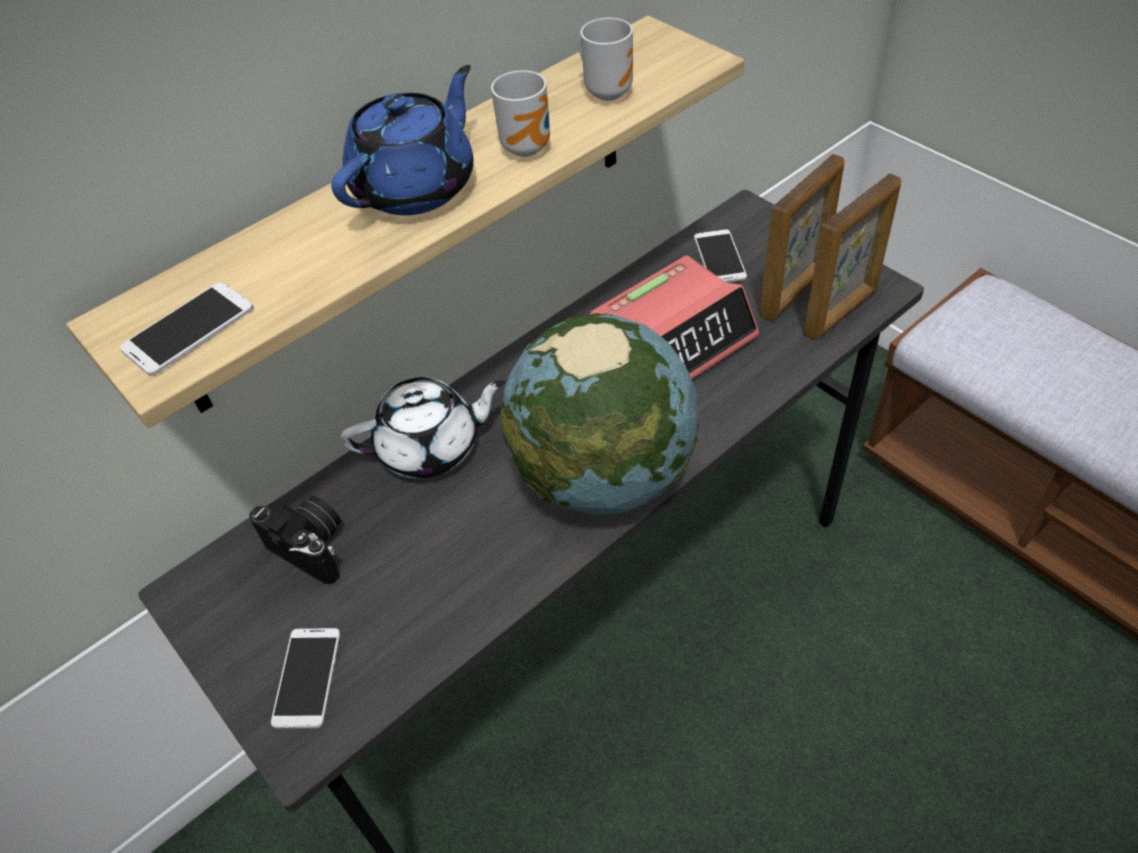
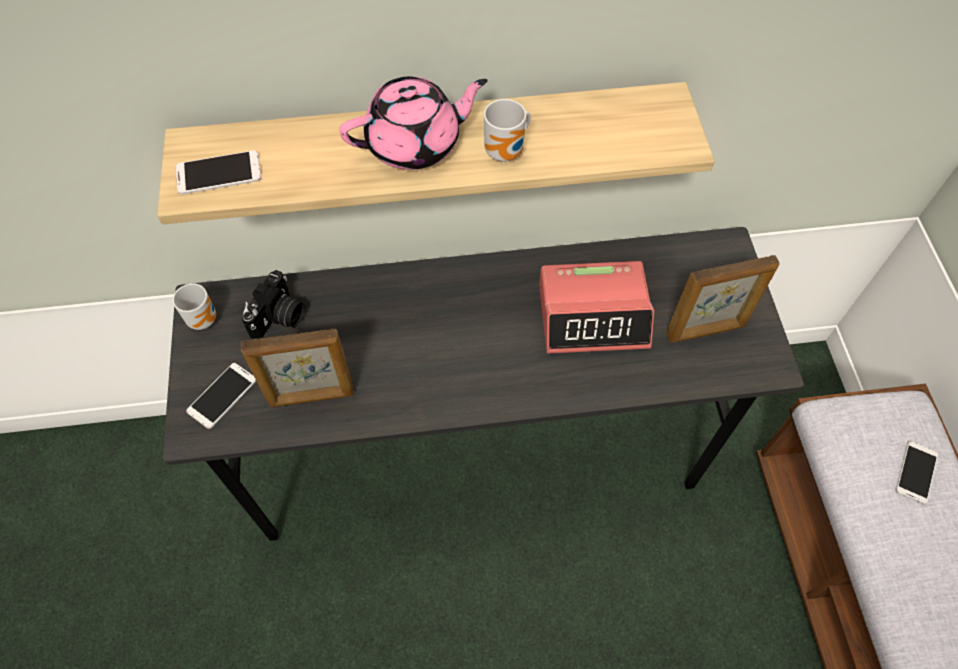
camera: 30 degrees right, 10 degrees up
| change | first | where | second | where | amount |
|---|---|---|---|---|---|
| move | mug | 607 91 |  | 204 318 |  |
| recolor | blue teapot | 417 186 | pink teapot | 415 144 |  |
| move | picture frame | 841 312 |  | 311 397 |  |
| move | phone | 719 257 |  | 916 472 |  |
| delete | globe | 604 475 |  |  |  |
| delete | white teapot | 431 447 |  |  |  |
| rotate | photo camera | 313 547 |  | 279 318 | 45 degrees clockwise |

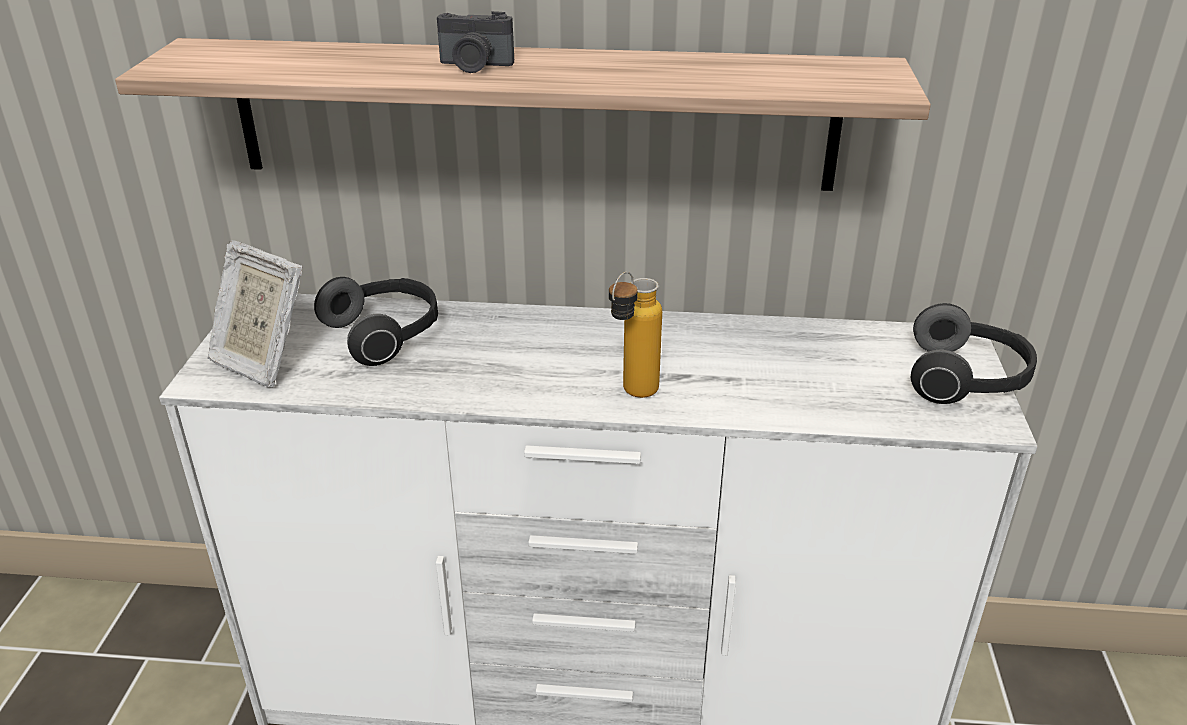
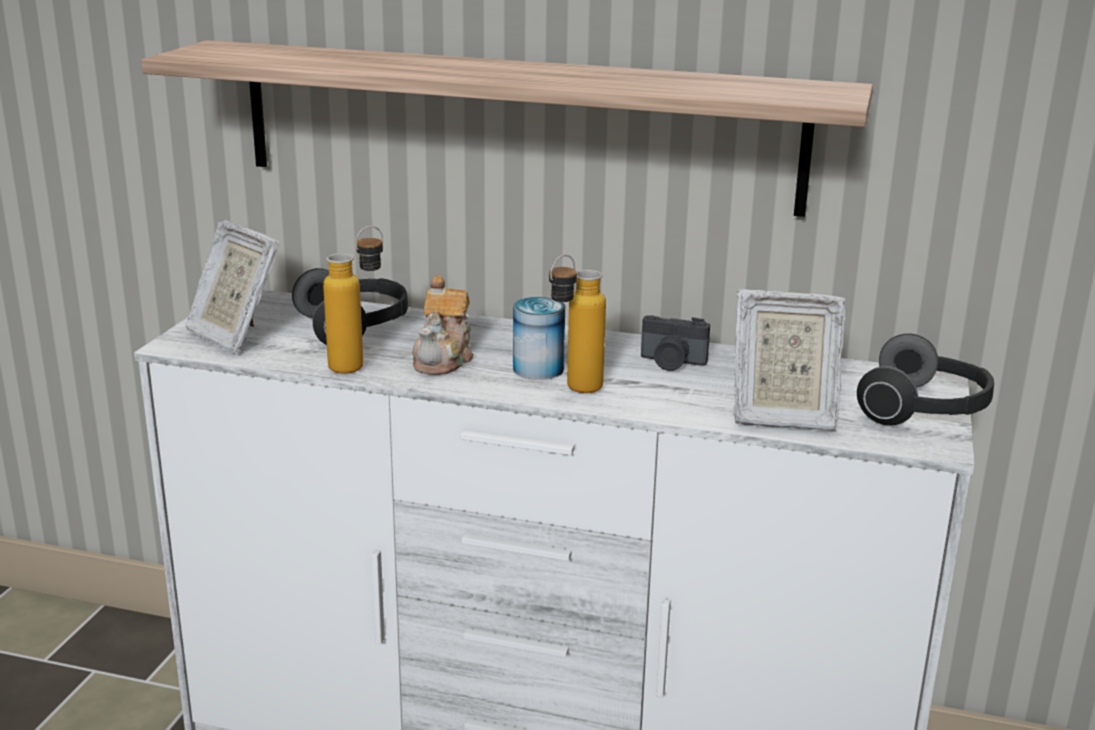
camera: 10 degrees right, 10 degrees down
| change | first | where | second | where | amount |
|---|---|---|---|---|---|
| move | photo camera | 474 66 |  | 671 363 |  |
| insert |  |  | bottle | 359 364 |  |
| insert |  |  | teapot | 444 359 |  |
| insert |  |  | picture frame | 781 416 |  |
| insert |  |  | can | 538 369 |  |

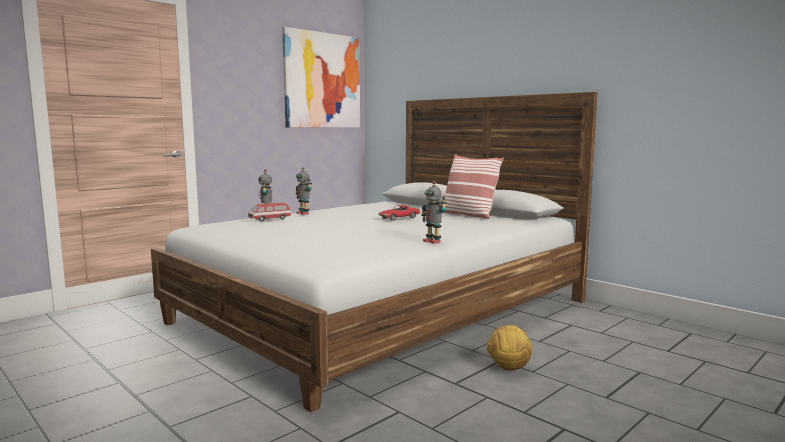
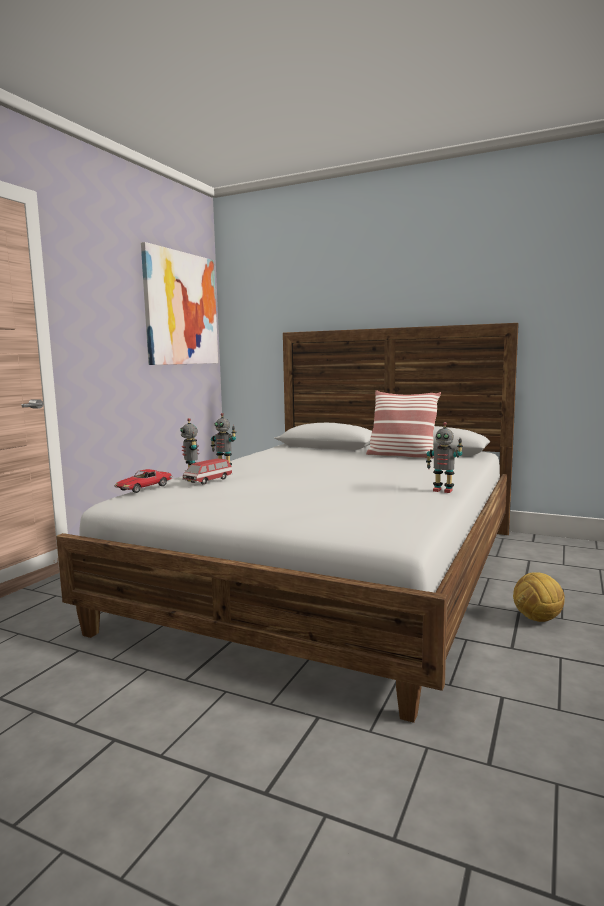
camera: 20 degrees left, 0 degrees up
| change | first | where | second | where | amount |
|---|---|---|---|---|---|
| move | toy car | 398 218 |  | 143 488 |  |

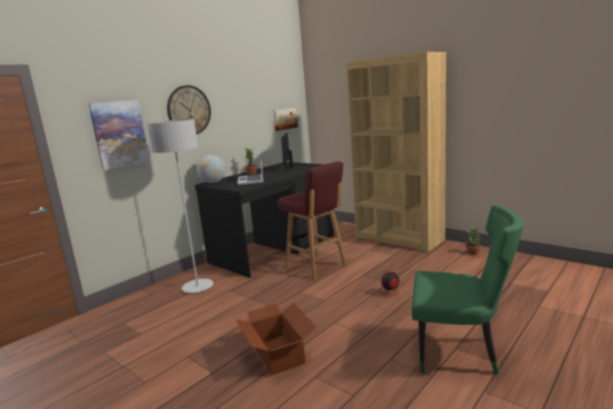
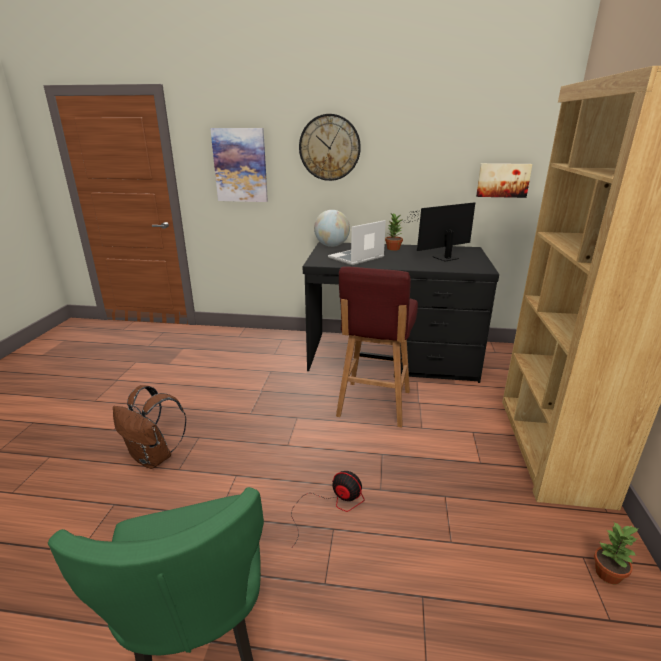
camera: 55 degrees right, 10 degrees up
| change | first | where | second | where | amount |
|---|---|---|---|---|---|
| delete | grey floor lamp | 197 287 |  |  |  |
| replace | cardboard box | 278 353 | brown backpack | 154 457 |  |

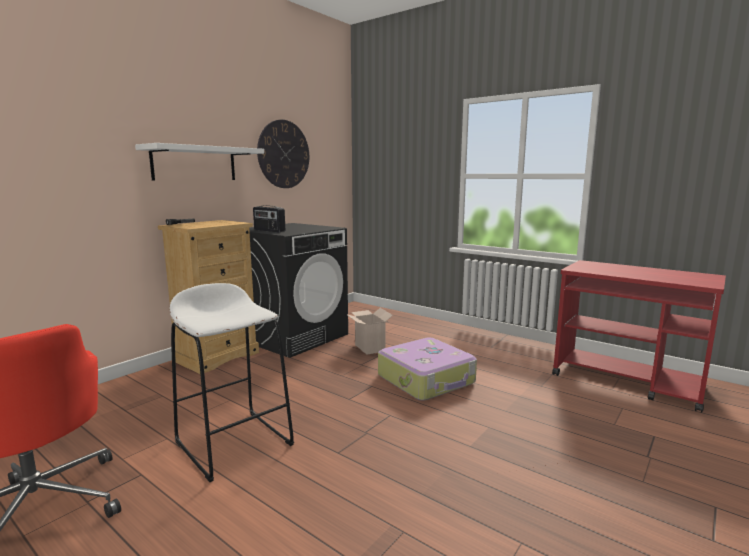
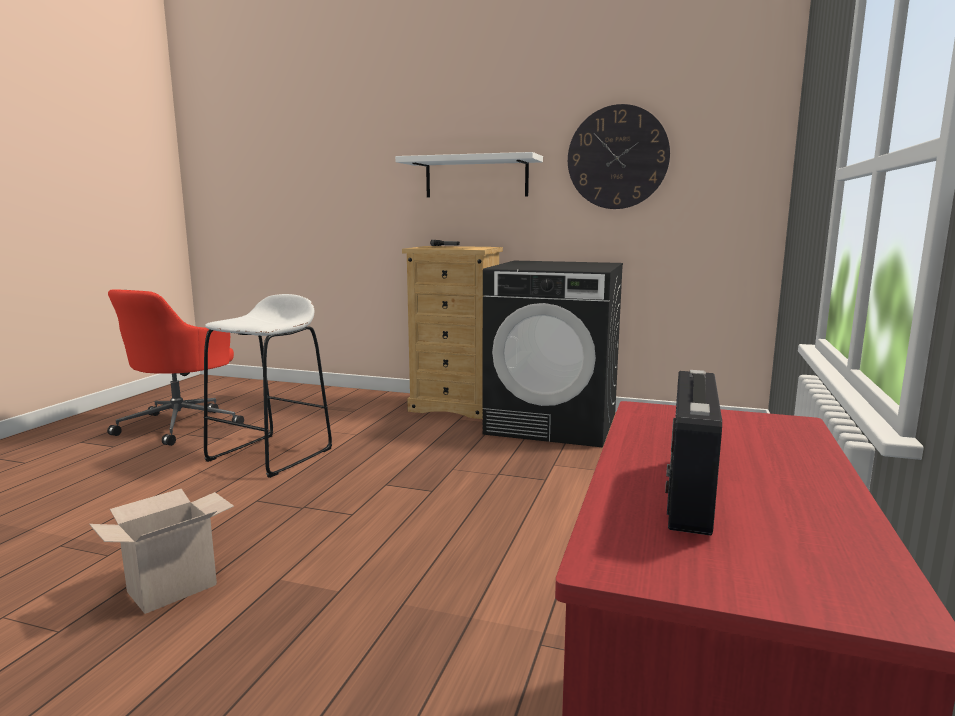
camera: 70 degrees right, 0 degrees up
| change | first | where | second | where | amount |
|---|---|---|---|---|---|
| move | radio | 269 230 |  | 687 494 |  |
| move | cardboard box | 368 348 |  | 174 587 |  |
| delete | suitcase | 427 379 |  |  |  |

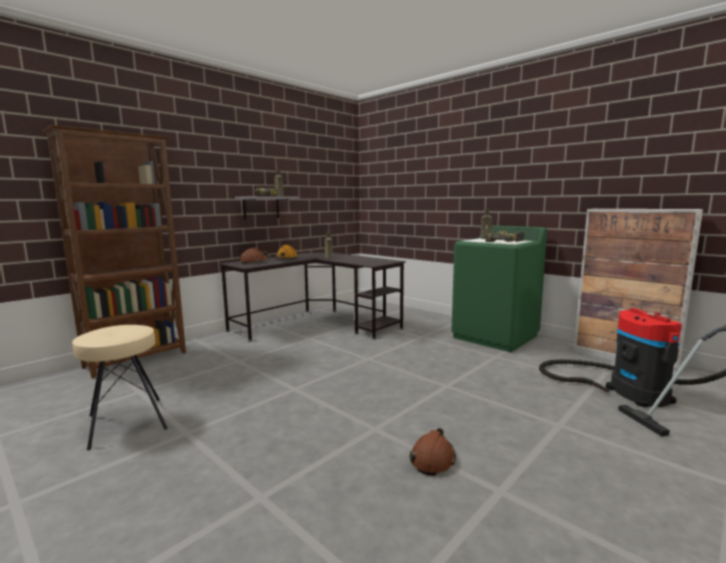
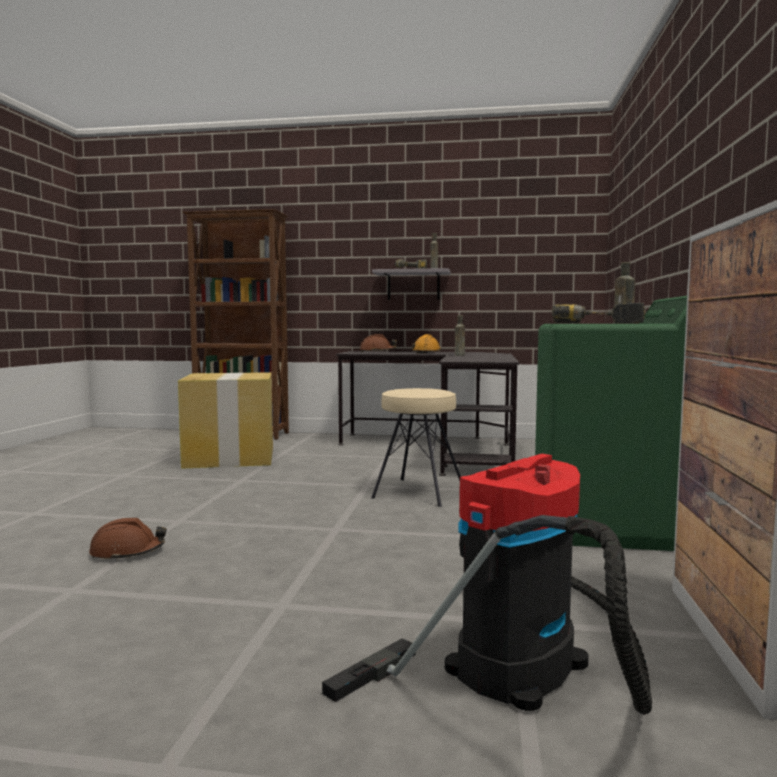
camera: 55 degrees right, 5 degrees down
| change | first | where | second | where | amount |
|---|---|---|---|---|---|
| move | beige stool | 126 422 |  | 418 492 |  |
| insert |  |  | cardboard box | 230 457 |  |

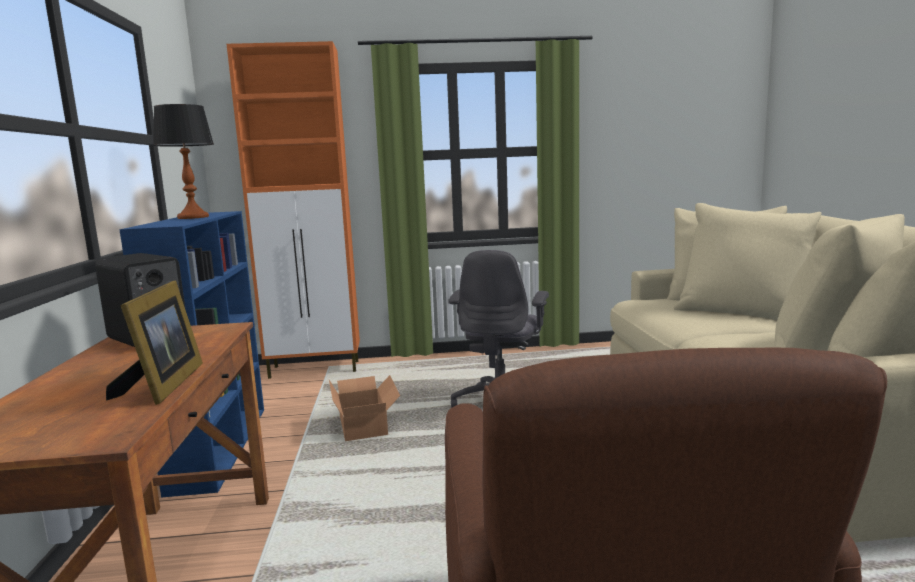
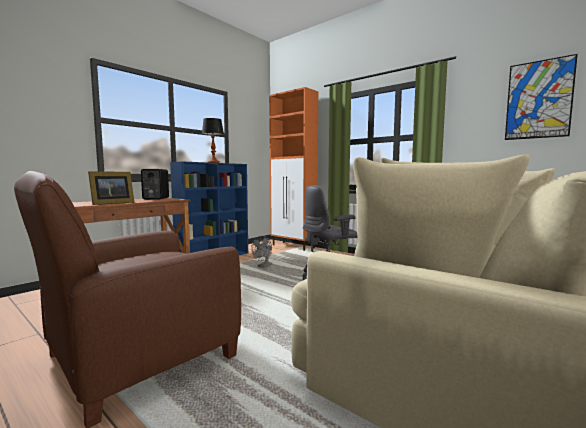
camera: 45 degrees right, 5 degrees down
| change | first | where | second | where | amount |
|---|---|---|---|---|---|
| replace | cardboard box | 365 425 | grey fan | 263 266 |  |
| insert |  |  | picture | 538 99 |  |

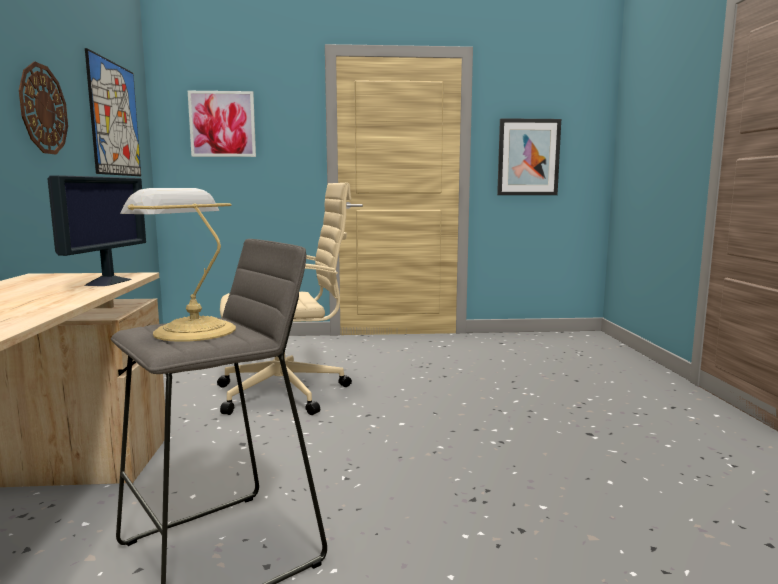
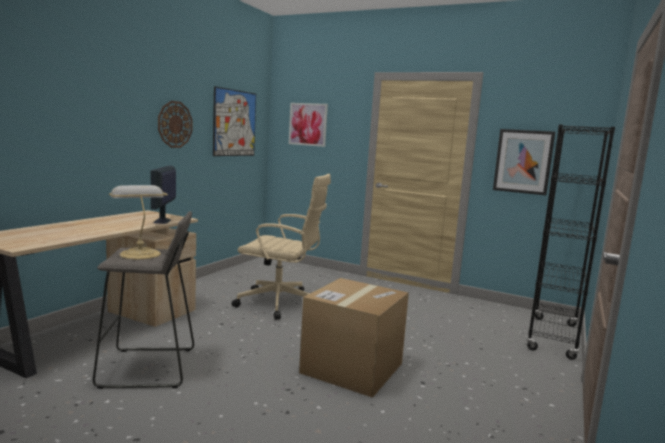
camera: 30 degrees right, 0 degrees up
| change | first | where | second | where | amount |
|---|---|---|---|---|---|
| rotate | monitor | 109 282 |  | 162 221 | 135 degrees clockwise |
| insert |  |  | black bookcase | 553 337 |  |
| insert |  |  | cardboard box | 352 368 |  |

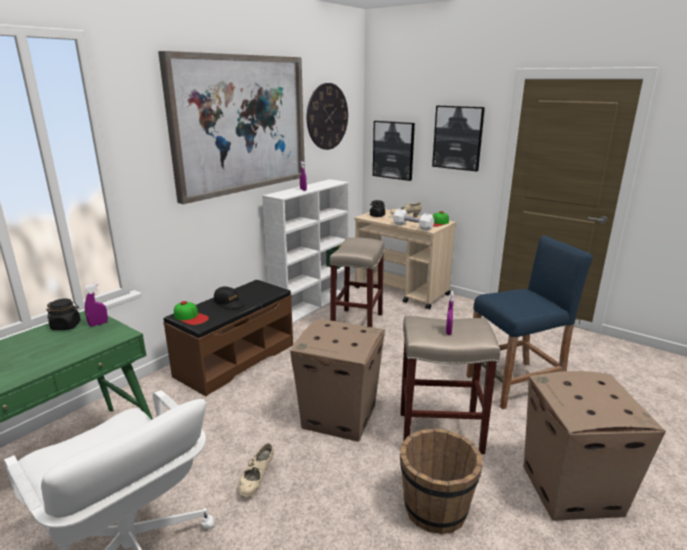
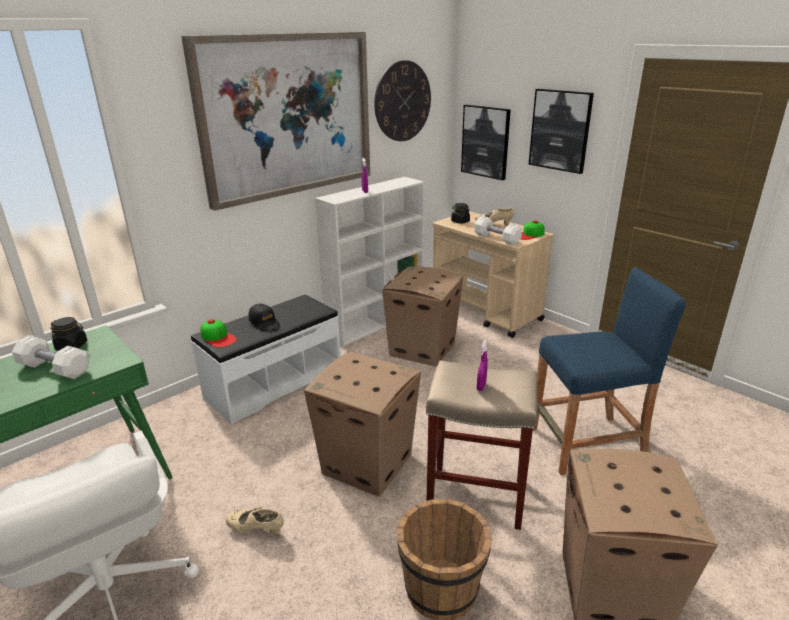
camera: 10 degrees right, 5 degrees up
| change | first | where | second | where | amount |
|---|---|---|---|---|---|
| replace | beige stool | 357 323 | cardboard box | 422 350 |  |
| recolor | brown bench | 235 360 | white bench | 274 383 |  |
| delete | purple spray bottle | 98 324 |  |  |  |
| rotate | beige shoe | 256 481 |  | 256 530 | 75 degrees clockwise |
| insert |  |  | white dumbbell | 54 369 |  |

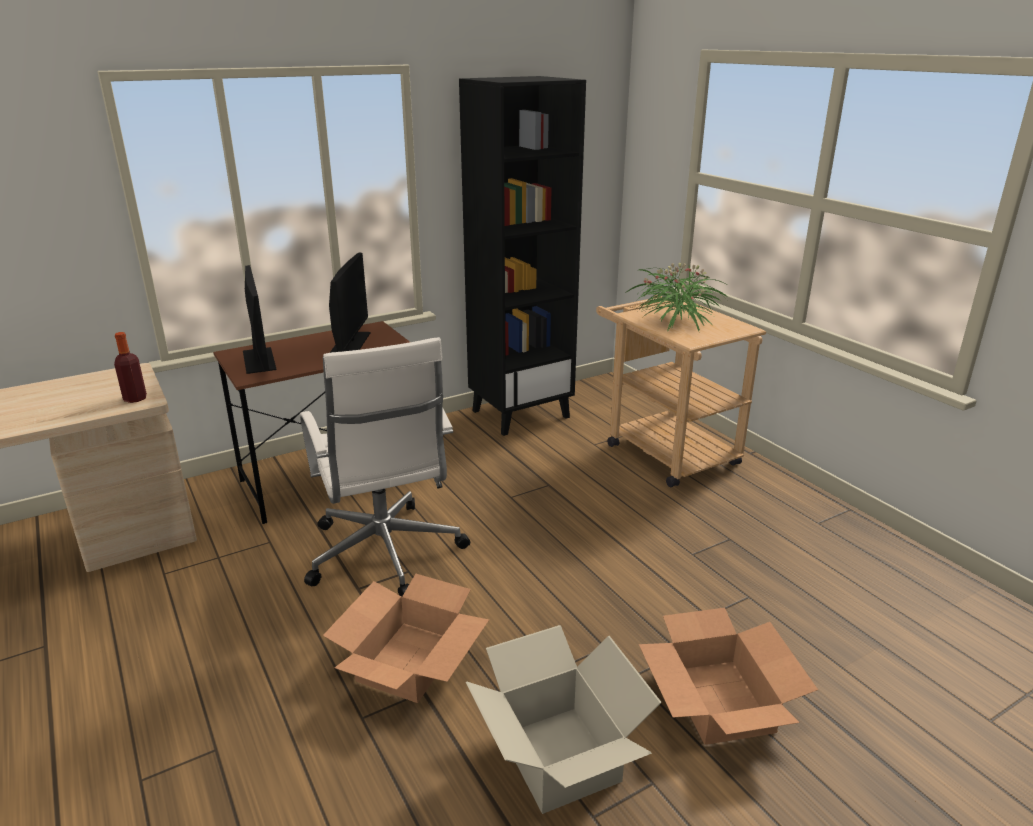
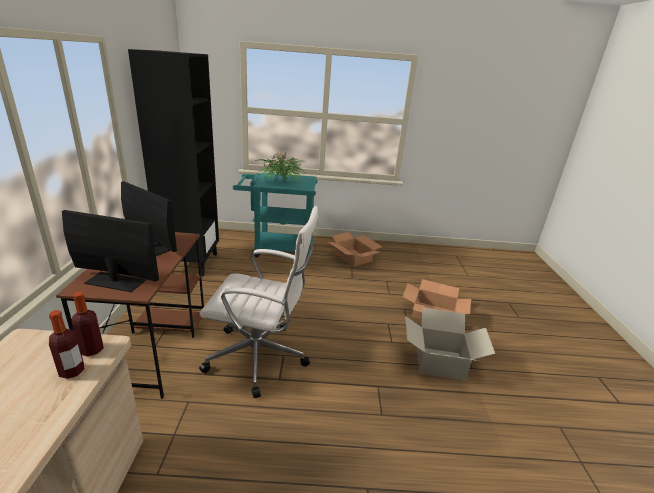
camera: 60 degrees left, 0 degrees up
| change | first | where | second | where | amount |
|---|---|---|---|---|---|
| recolor | beige cart | 664 450 | turquoise cart | 277 248 |  |
| move | cardboard box | 410 661 |  | 353 257 |  |
| insert |  |  | bottle | 72 371 |  |

